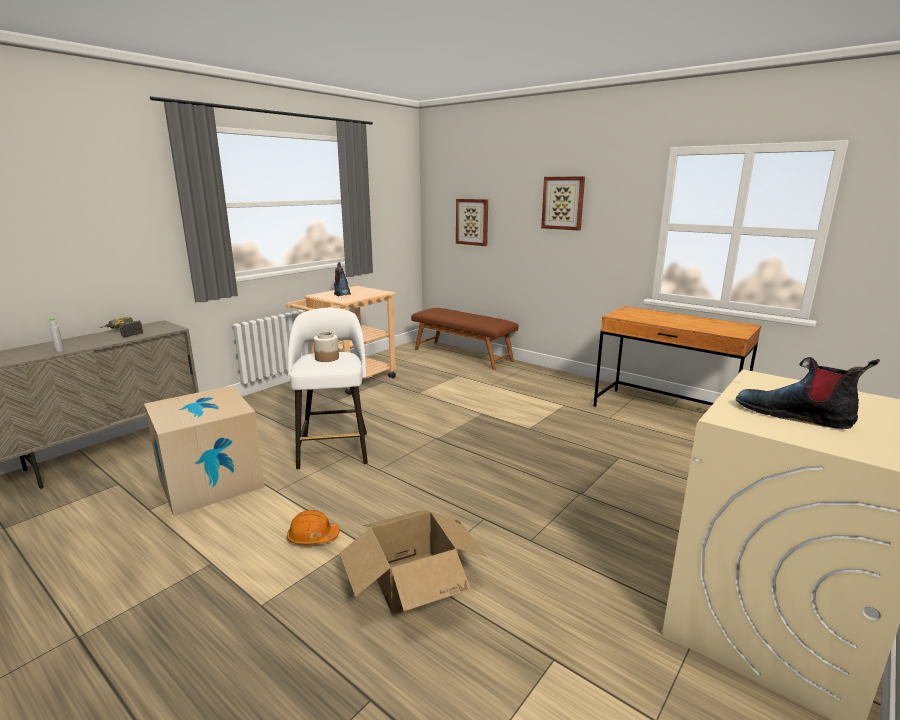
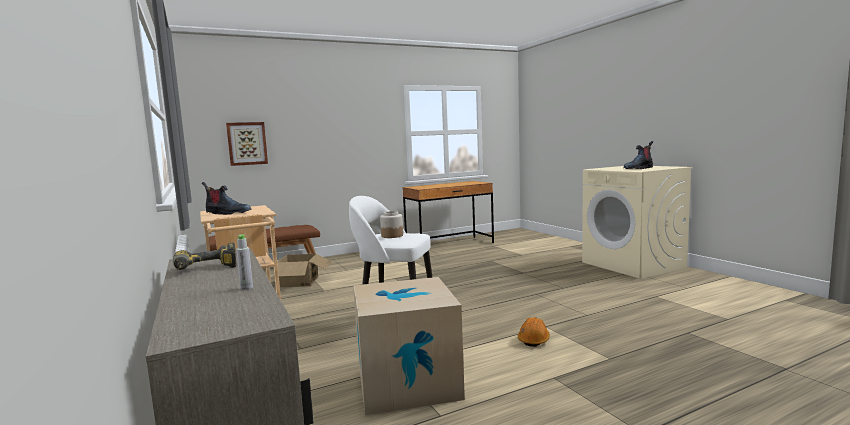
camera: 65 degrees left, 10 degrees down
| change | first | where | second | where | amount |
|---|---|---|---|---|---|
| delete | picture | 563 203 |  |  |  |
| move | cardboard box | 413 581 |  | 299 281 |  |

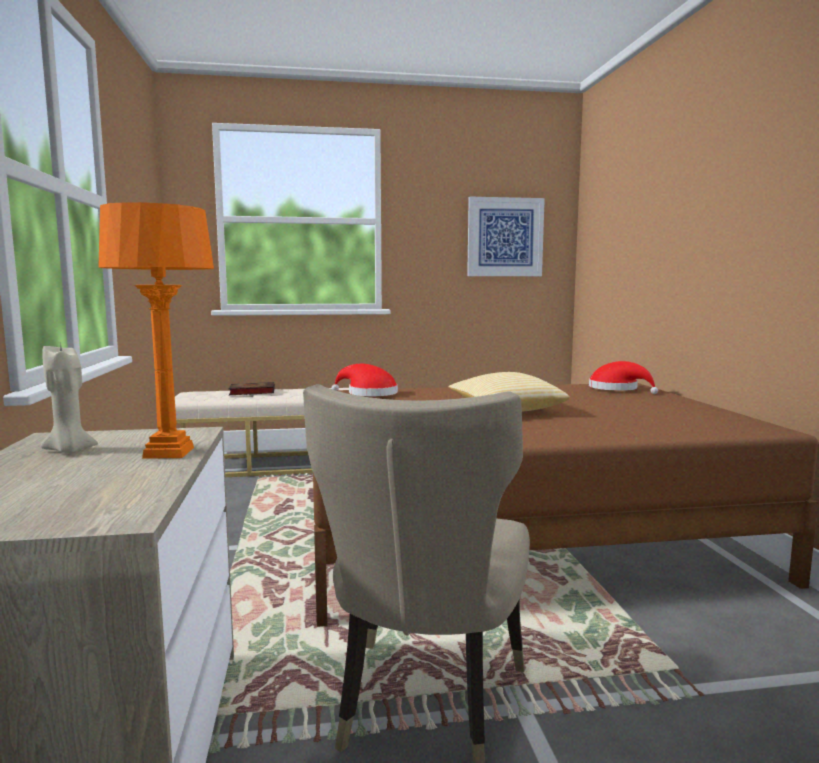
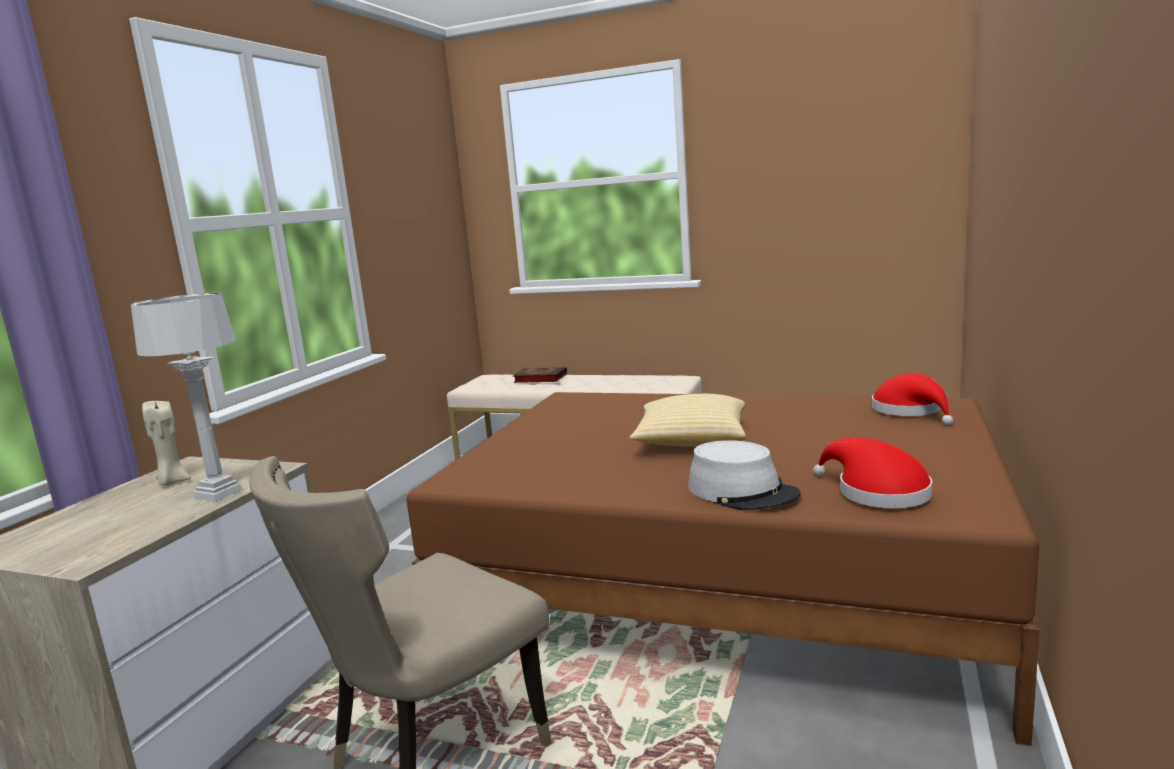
camera: 30 degrees right, 5 degrees up
| change | first | where | second | where | amount |
|---|---|---|---|---|---|
| delete | picture | 505 237 |  |  |  |
| recolor | orange table lamp | 169 453 | grey table lamp | 219 494 |  |
| move | red hat | 368 394 |  | 876 492 |  |
| insert |  |  | grey hat | 742 491 |  |

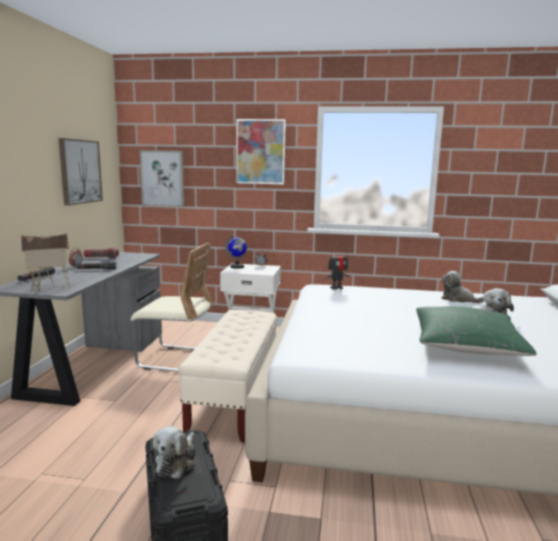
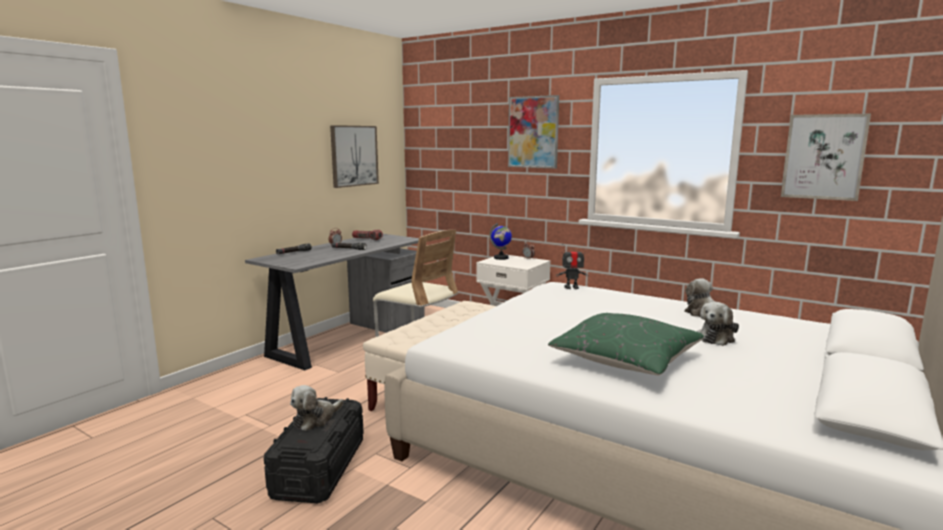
camera: 25 degrees right, 0 degrees up
| change | first | where | second | where | amount |
|---|---|---|---|---|---|
| move | picture | 162 178 |  | 823 157 |  |
| delete | toy house | 49 289 |  |  |  |

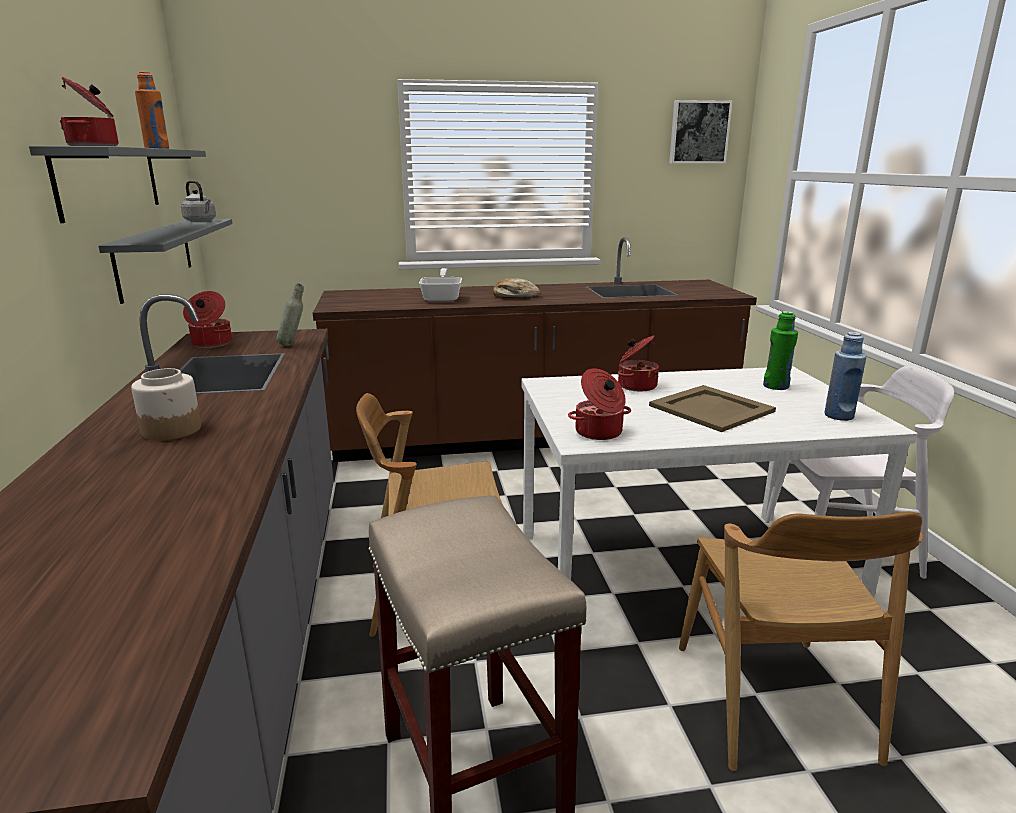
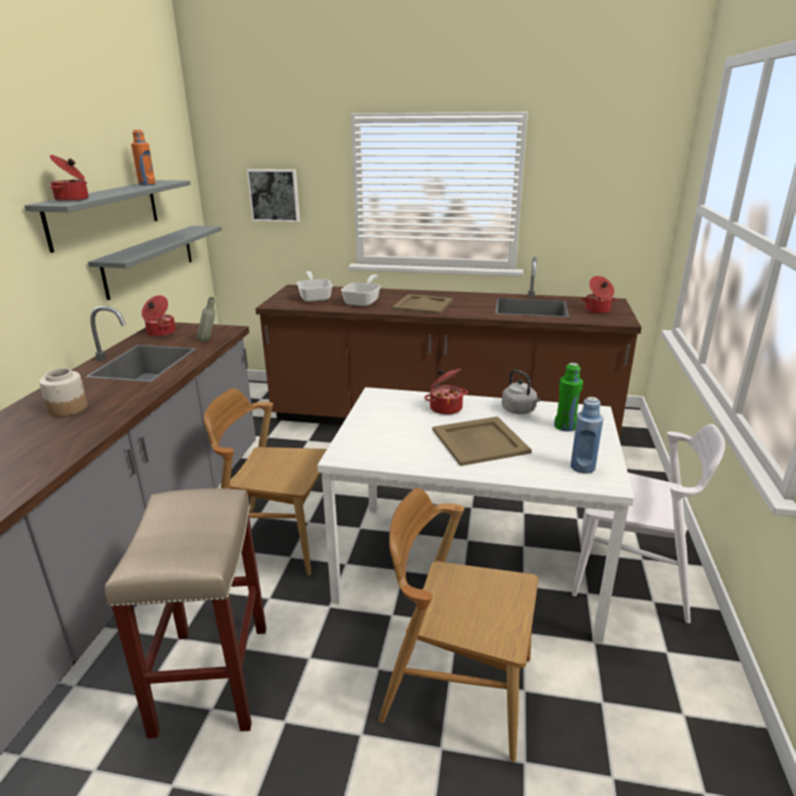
camera: 20 degrees right, 5 degrees up
| change | first | where | second | where | amount |
|---|---|---|---|---|---|
| move | picture | 698 132 |  | 274 195 |  |
| move | grey kettle | 201 221 |  | 520 410 |  |
| replace | bread | 515 296 | beige tray | 423 304 |  |
| move | cooking pot | 599 432 |  | 597 310 |  |
| rotate | brown chair | 772 701 |  | 457 688 | 90 degrees clockwise |
| insert |  |  | frying pan | 315 297 |  |

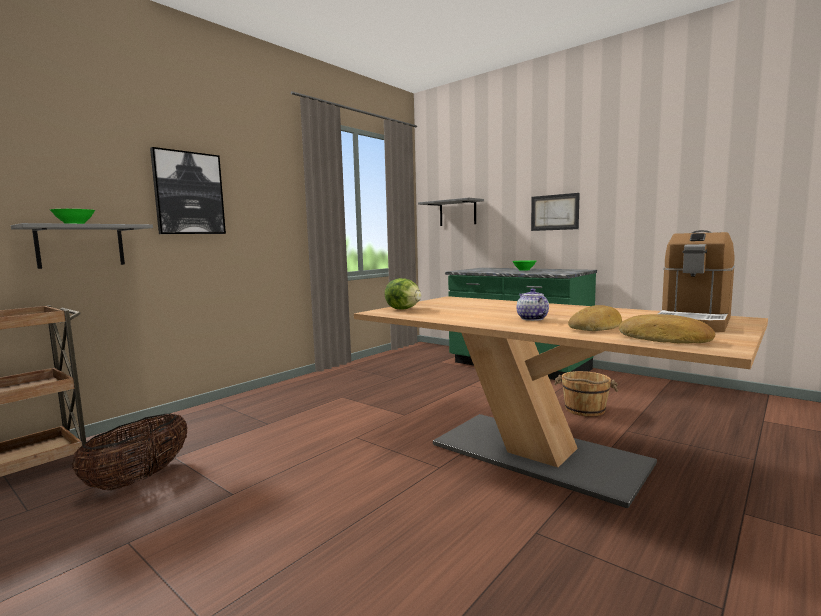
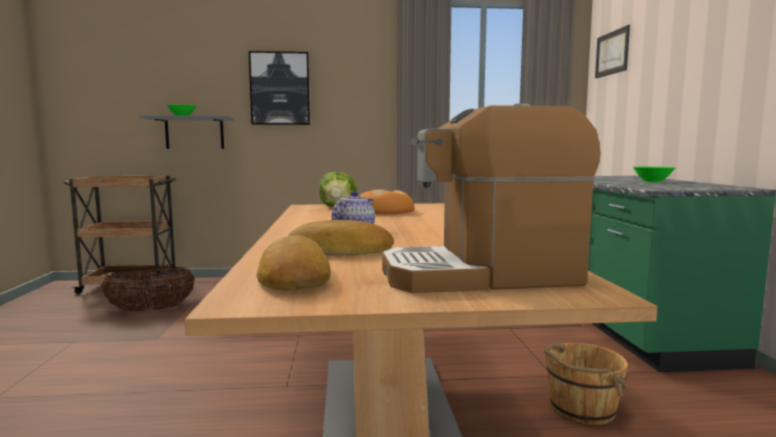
camera: 45 degrees right, 0 degrees up
| change | first | where | second | where | amount |
|---|---|---|---|---|---|
| move | picture | 554 212 |  | 612 53 |  |
| delete | grey shelf | 457 213 |  |  |  |
| insert |  |  | bread | 383 211 |  |

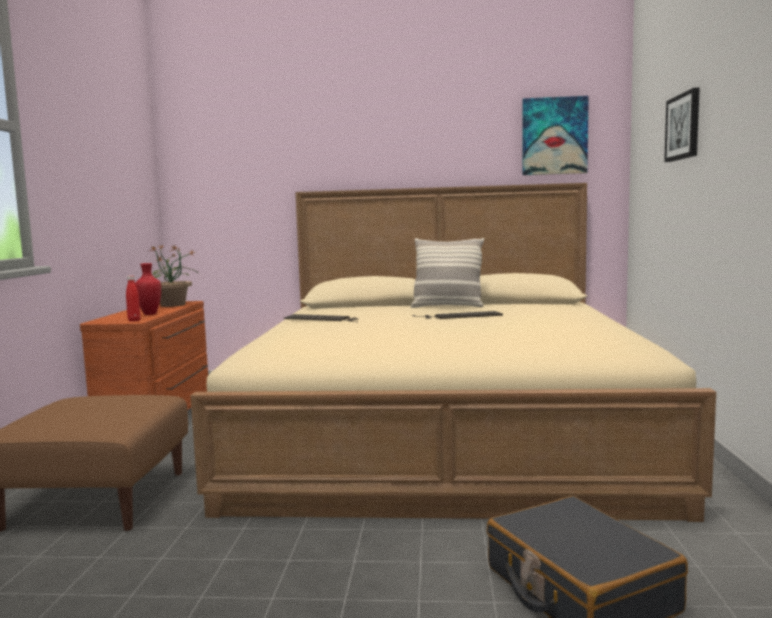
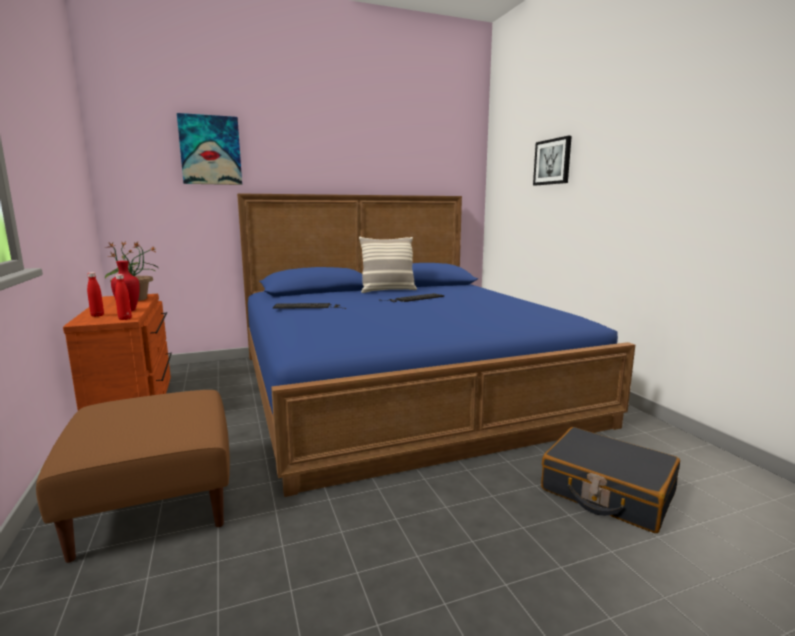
camera: 25 degrees left, 5 degrees up
| change | first | where | second | where | amount |
|---|---|---|---|---|---|
| move | picture | 554 136 |  | 210 150 |  |
| recolor | beige bed | 443 430 | blue bed | 401 386 |  |
| insert |  |  | red bottle | 97 315 |  |

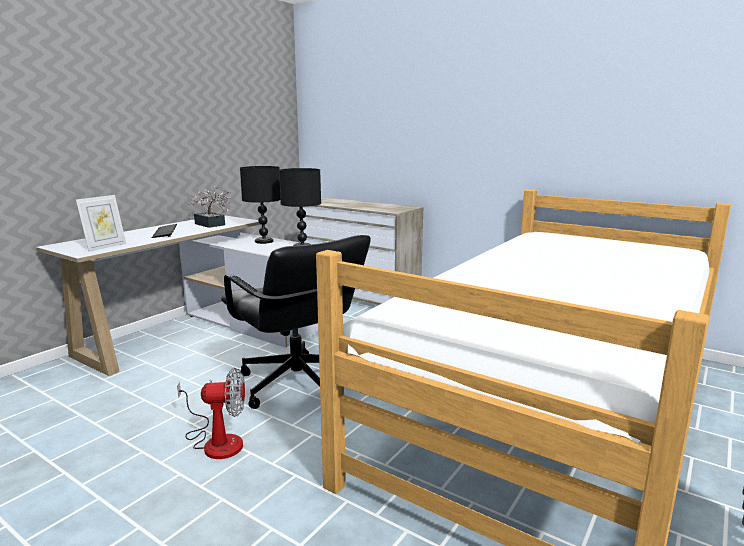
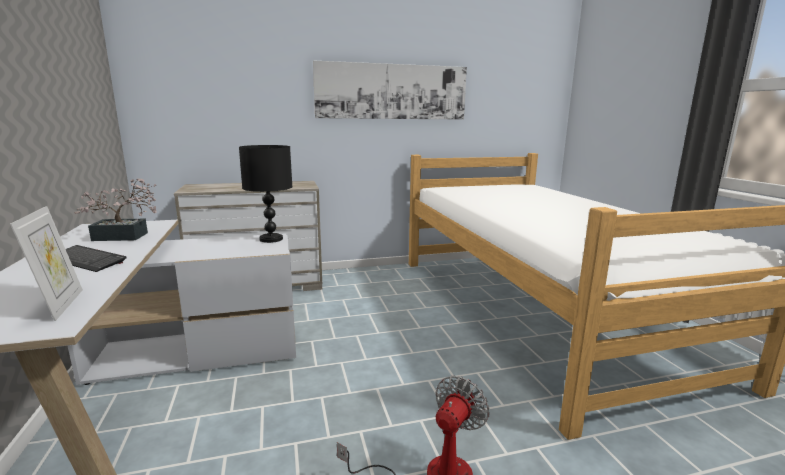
camera: 50 degrees left, 0 degrees up
| change | first | where | second | where | amount |
|---|---|---|---|---|---|
| delete | black table lamp | 263 241 |  |  |  |
| delete | black office chair | 297 384 |  |  |  |
| insert |  |  | picture | 392 92 |  |

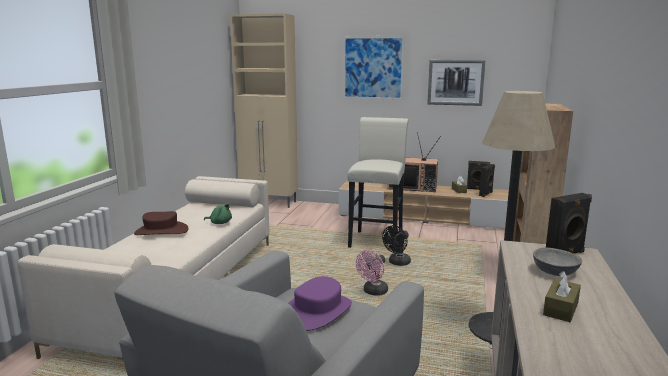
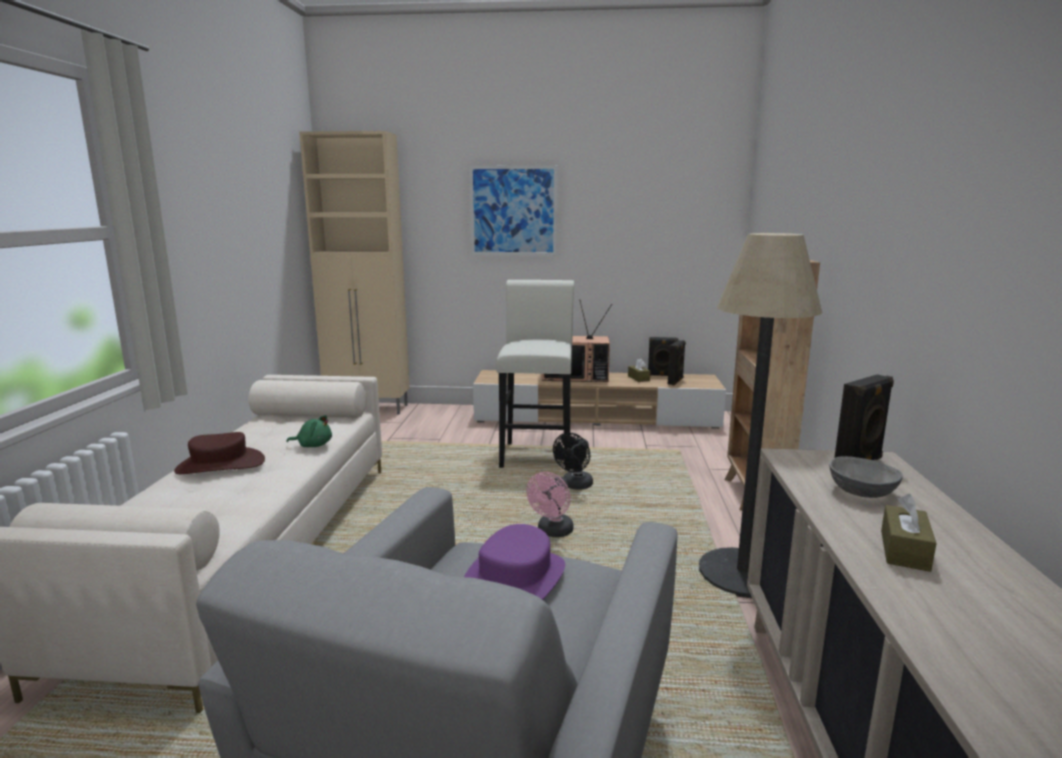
camera: 10 degrees left, 0 degrees up
| change | first | where | second | where | amount |
|---|---|---|---|---|---|
| delete | picture | 455 82 |  |  |  |

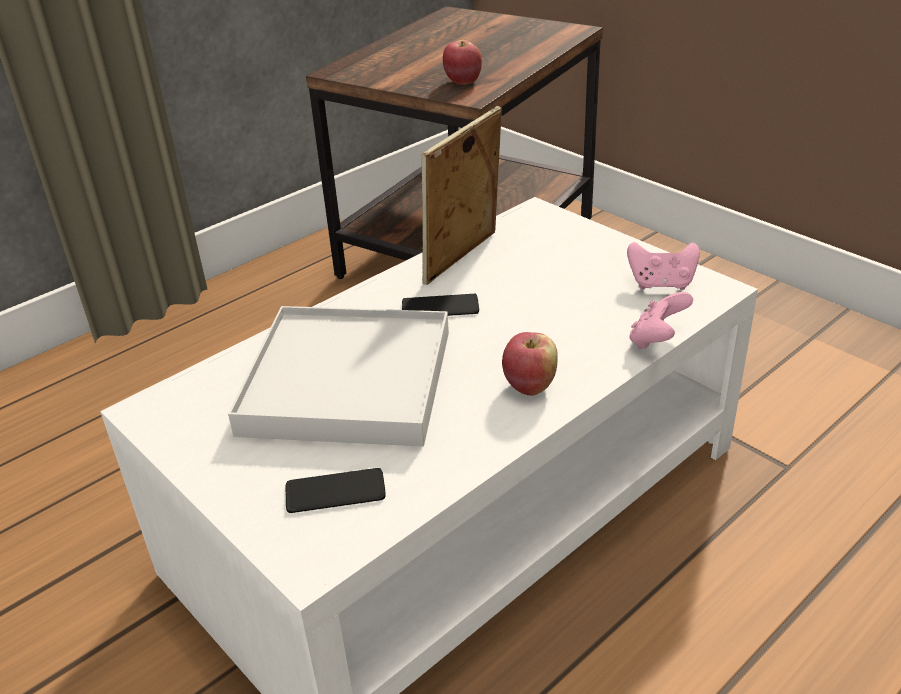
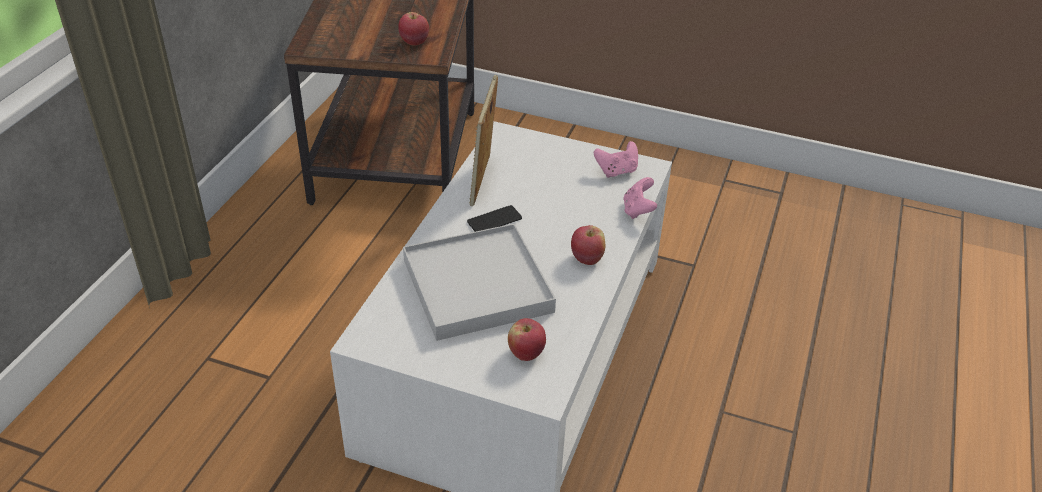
camera: 30 degrees left, 5 degrees up
| change | first | where | second | where | amount |
|---|---|---|---|---|---|
| replace | phone | 335 491 | apple | 526 353 |  |

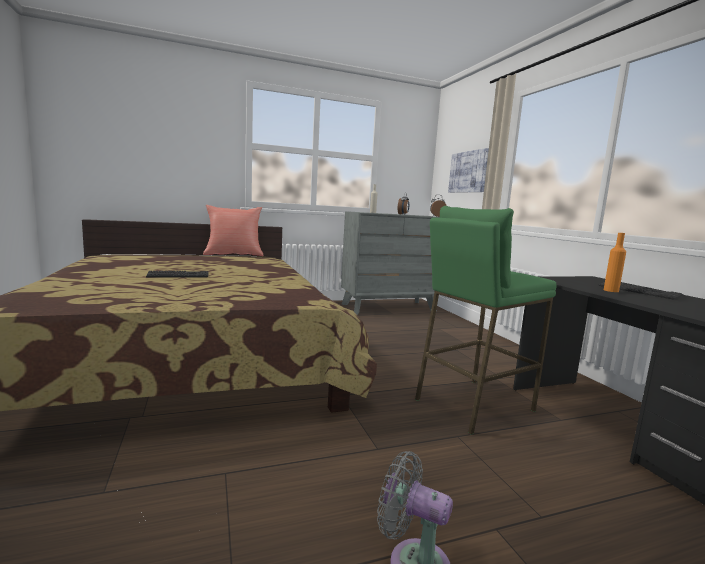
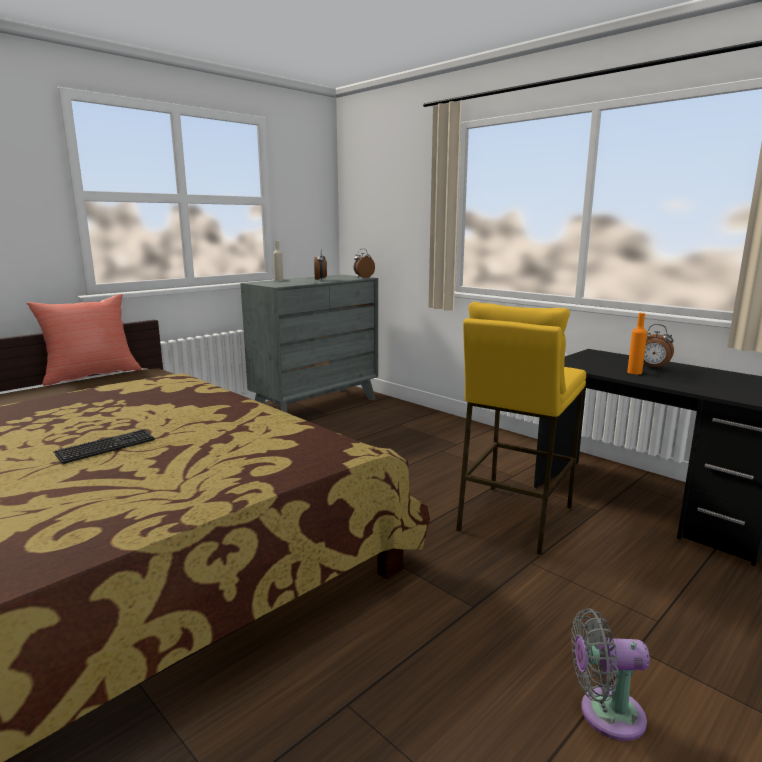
camera: 25 degrees left, 5 degrees up
| change | first | where | second | where | amount |
|---|---|---|---|---|---|
| delete | picture | 468 172 |  |  |  |
| recolor | green stool | 472 404 | yellow stool | 513 519 |  |
| replace | keyboard | 638 291 | alarm clock | 652 368 |  |

